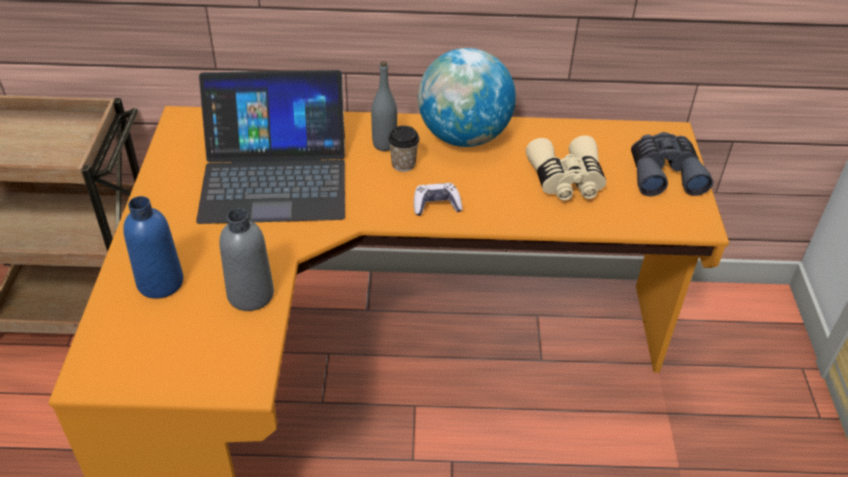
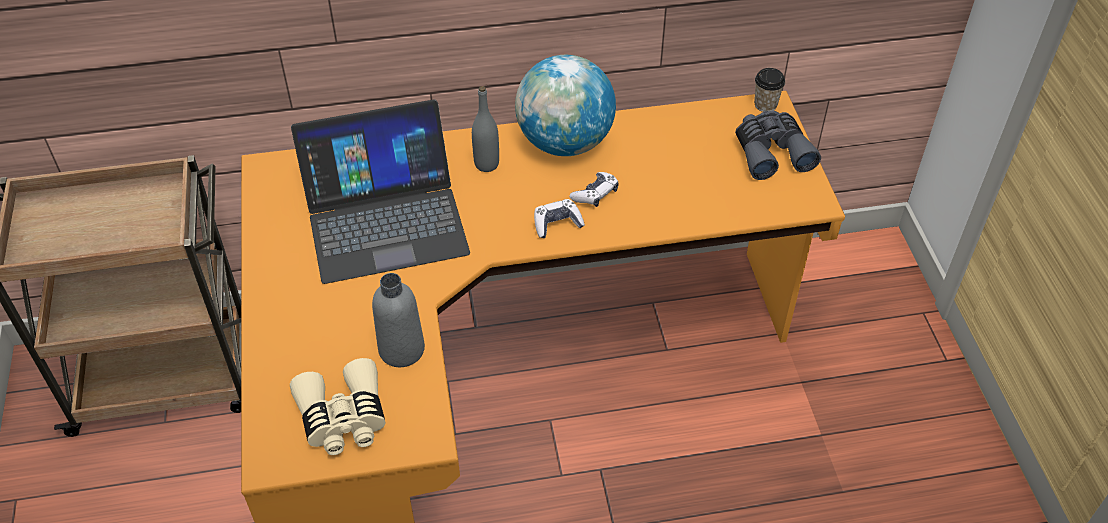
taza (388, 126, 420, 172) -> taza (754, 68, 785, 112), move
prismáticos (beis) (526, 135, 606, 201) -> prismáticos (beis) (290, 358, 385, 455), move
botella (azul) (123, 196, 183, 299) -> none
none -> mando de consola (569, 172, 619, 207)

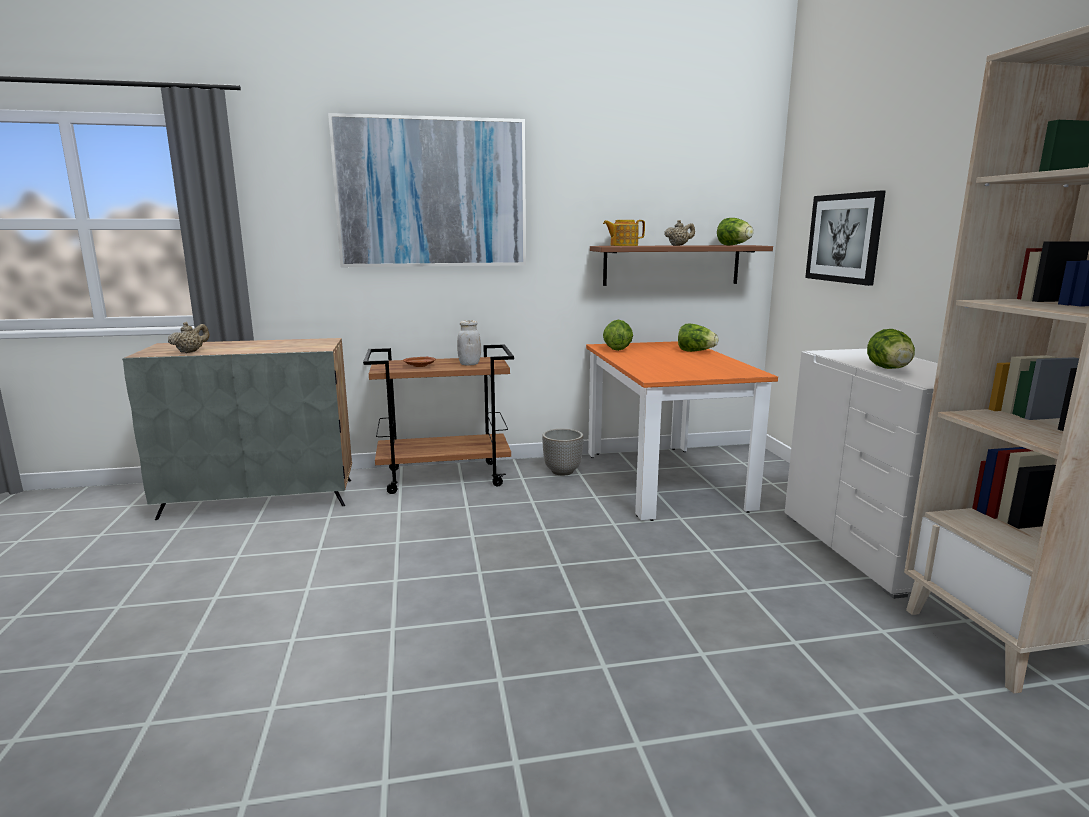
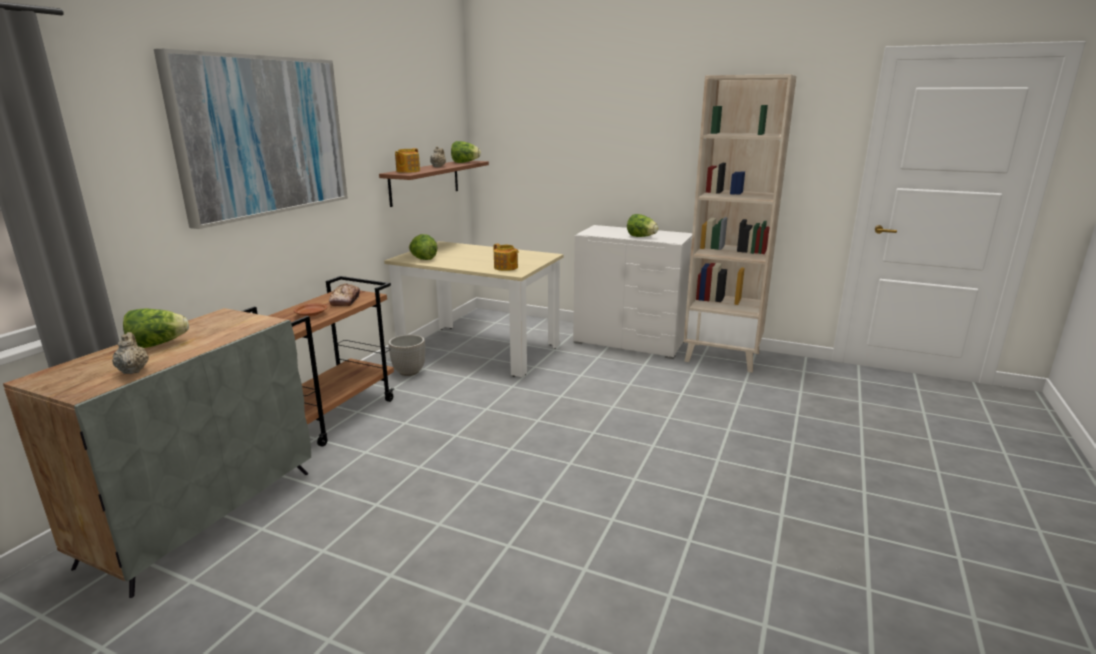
cuadro (805, 191, 886, 286) -> none
tarro (blanco) (457, 320, 481, 366) -> pan (329, 283, 360, 307)
lechuga (678, 324, 718, 352) -> lechuga (123, 309, 189, 348), move
mesa de comedor (naranja) (586, 341, 778, 521) -> mesa de comedor (beis) (384, 241, 563, 377)
none -> tetera (493, 244, 519, 271)

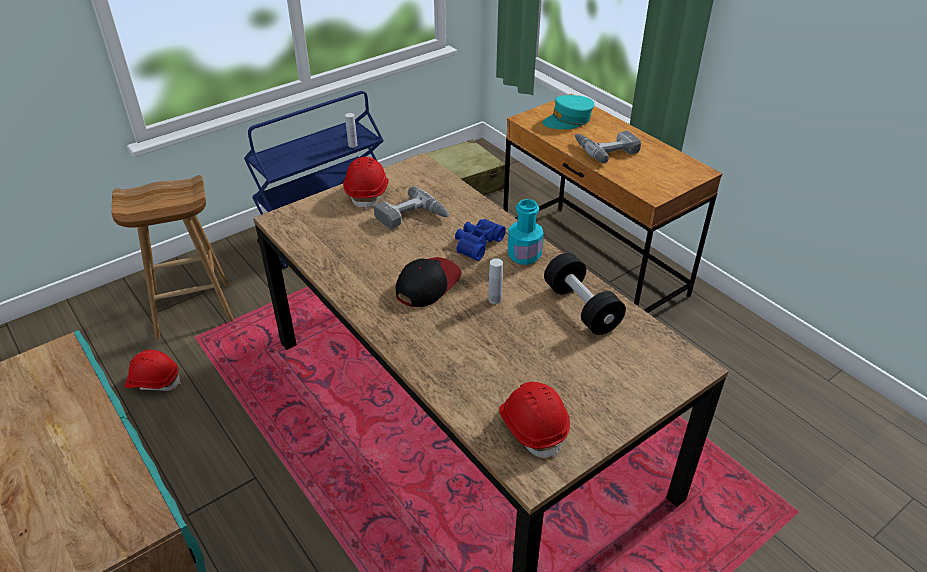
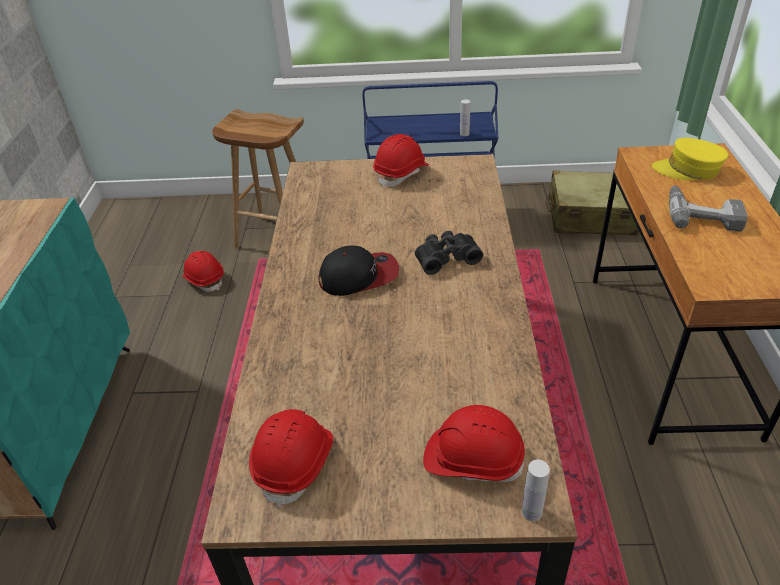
gorra (turquesa) (543, 95, 595, 129) -> gorra (amarillo) (652, 138, 728, 180)
taladro (374, 186, 449, 229) -> none
botella (turquesa) (508, 199, 544, 265) -> none
prismáticos (azul) (455, 219, 506, 261) -> prismáticos (negro) (415, 231, 483, 275)
mancuerna (negro) (544, 253, 626, 335) -> none
botella (blanco) (488, 258, 503, 304) -> botella (blanco) (522, 460, 550, 521), move
none -> casco (rojo) (423, 405, 525, 482)

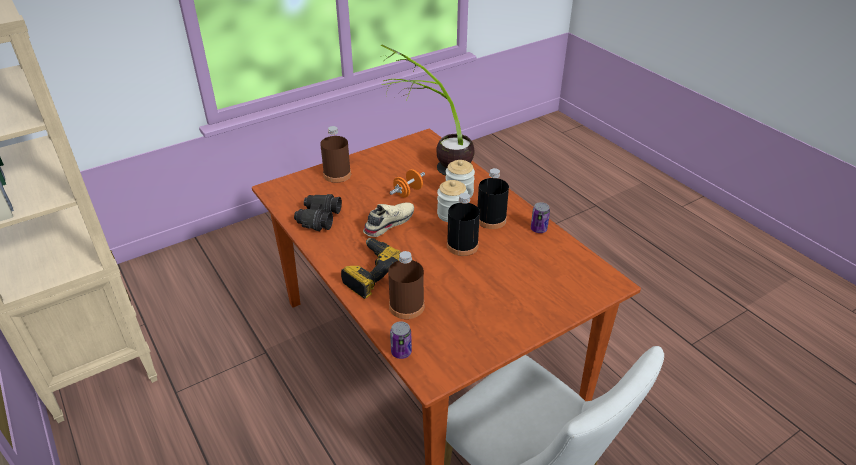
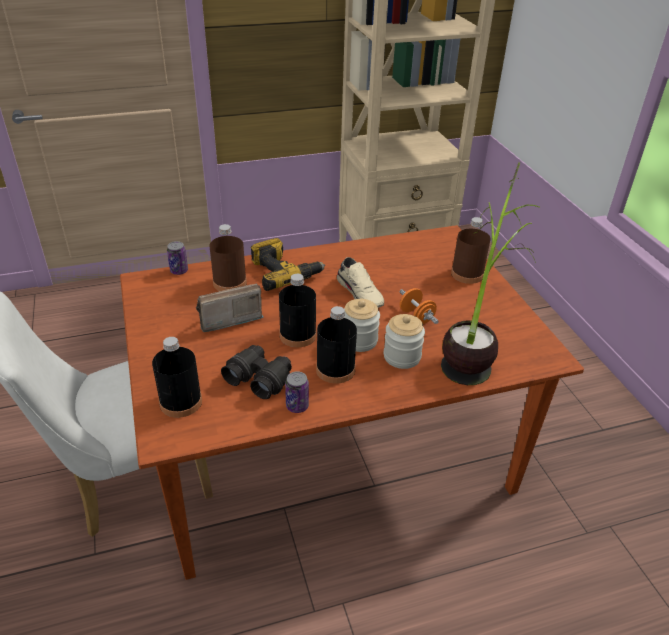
prismáticos (negro) (294, 194, 342, 231) -> prismáticos (negro) (221, 345, 292, 399), move
none -> radio (196, 284, 264, 332)
none -> botella (negro) (152, 337, 202, 418)

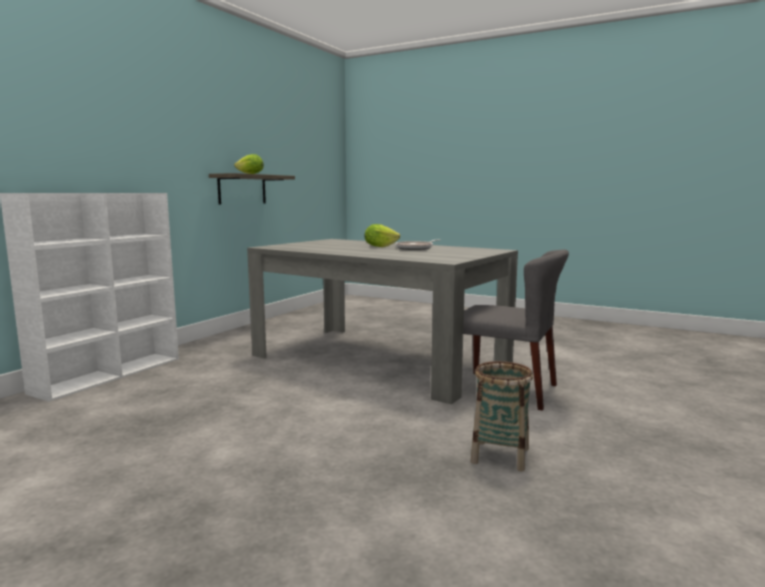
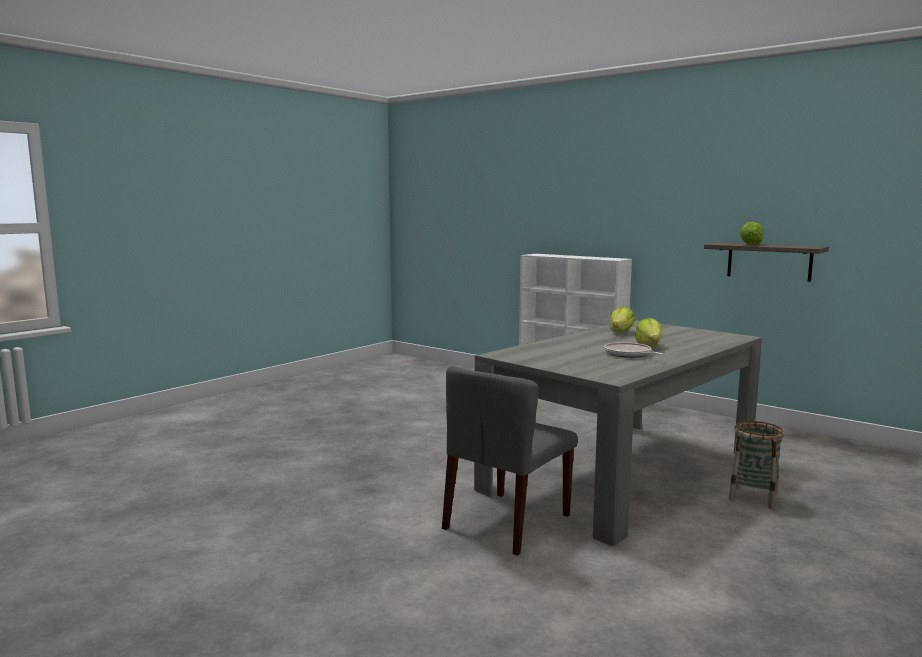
cesta (471, 361, 533, 471) -> cesta (729, 421, 784, 509), move
none -> lechuga (609, 307, 635, 333)

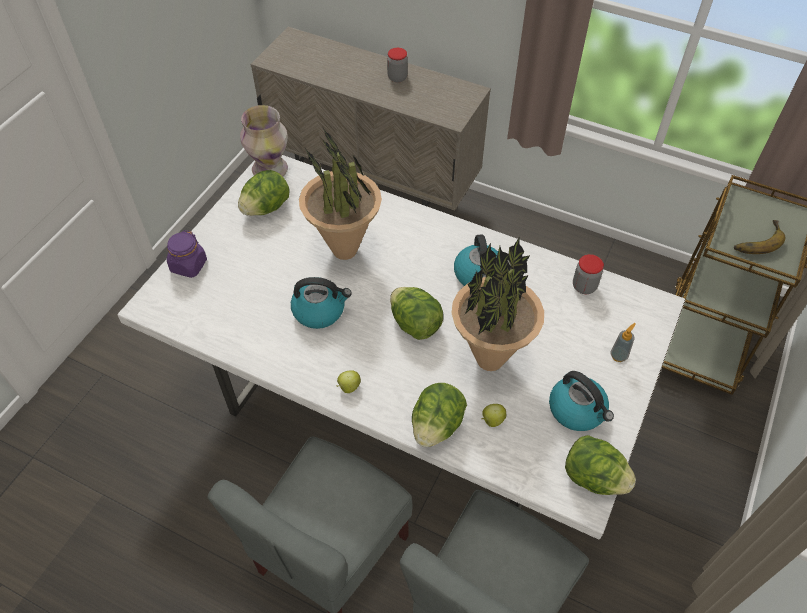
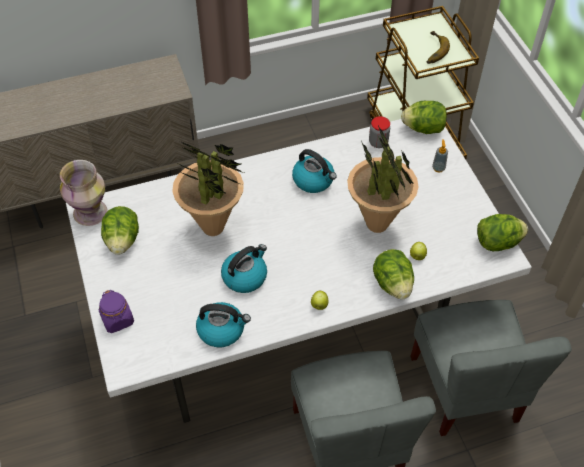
tarro (387, 48, 408, 82) -> none
lechuga (390, 287, 443, 340) -> lechuga (401, 101, 447, 134), move
hervidor (549, 371, 614, 431) -> hervidor (196, 302, 251, 348), move

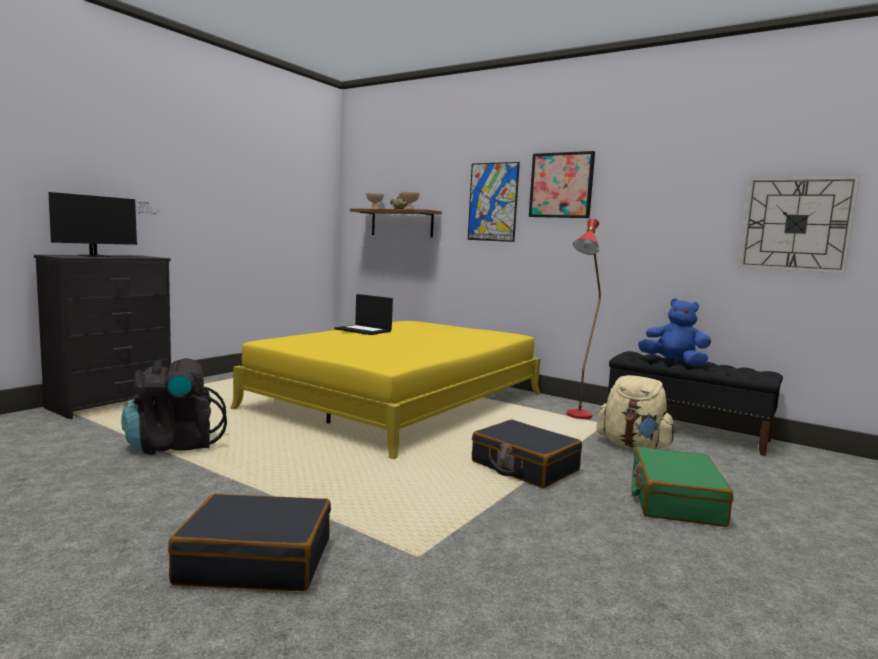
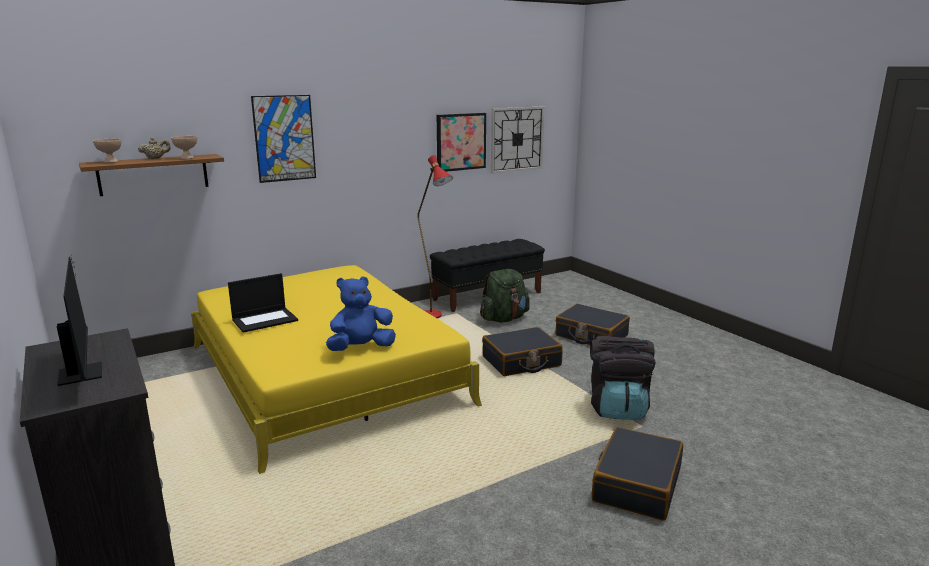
cuadro (529, 151, 595, 218) -> cuadro (437, 113, 486, 172), move
peluche (azul) (638, 298, 711, 366) -> peluche (azul) (326, 276, 396, 351), move
mochila (negro) (121, 358, 227, 455) -> mochila (negro) (590, 336, 656, 420), move
mochila (beis) (597, 375, 676, 449) -> mochila (verde) (480, 269, 530, 322)
maleta (verde) (631, 447, 733, 527) -> maleta (negro) (556, 304, 630, 345)

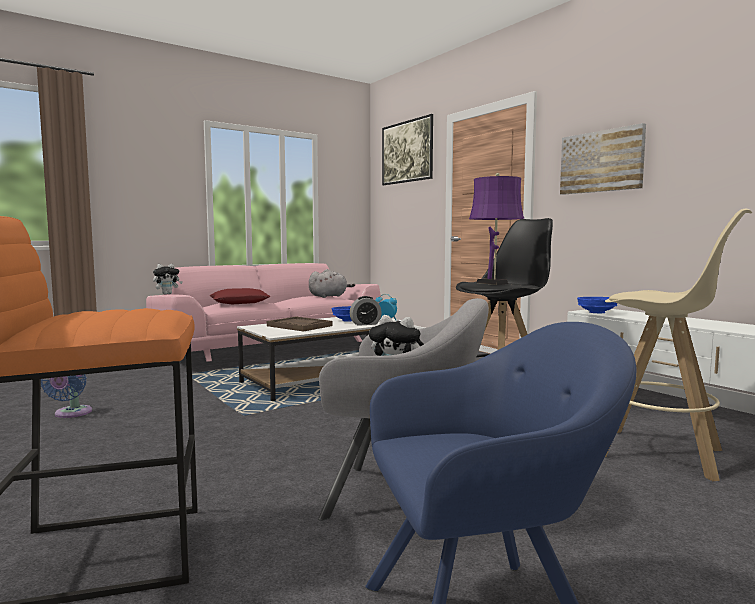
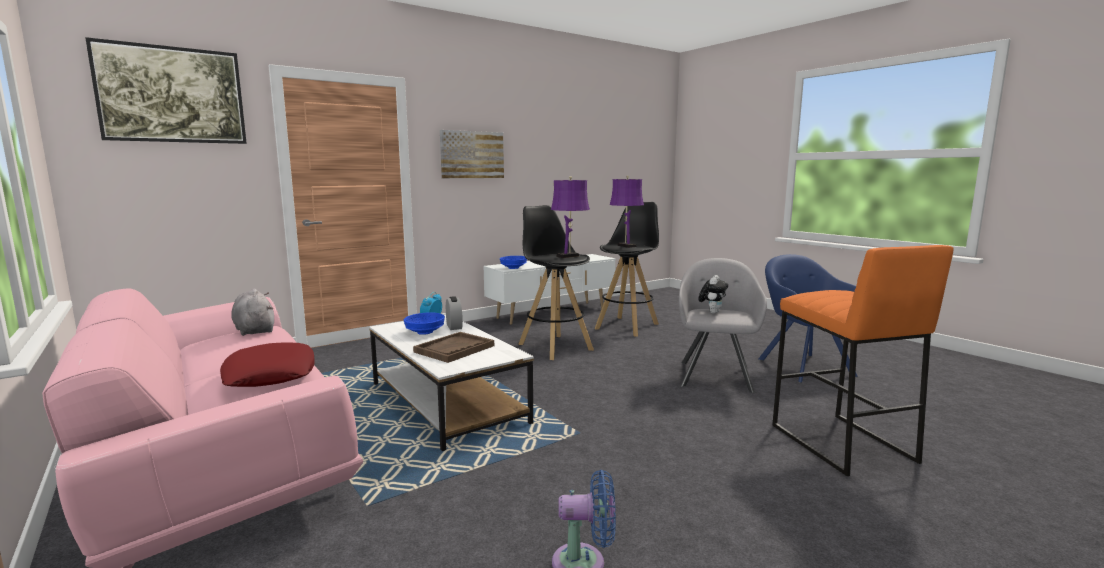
taburete (beis) (605, 209, 752, 481) -> taburete (negro) (594, 202, 659, 337)
peluche (153, 264, 183, 295) -> none
none -> lámpara de mesa (morado) (609, 176, 644, 248)

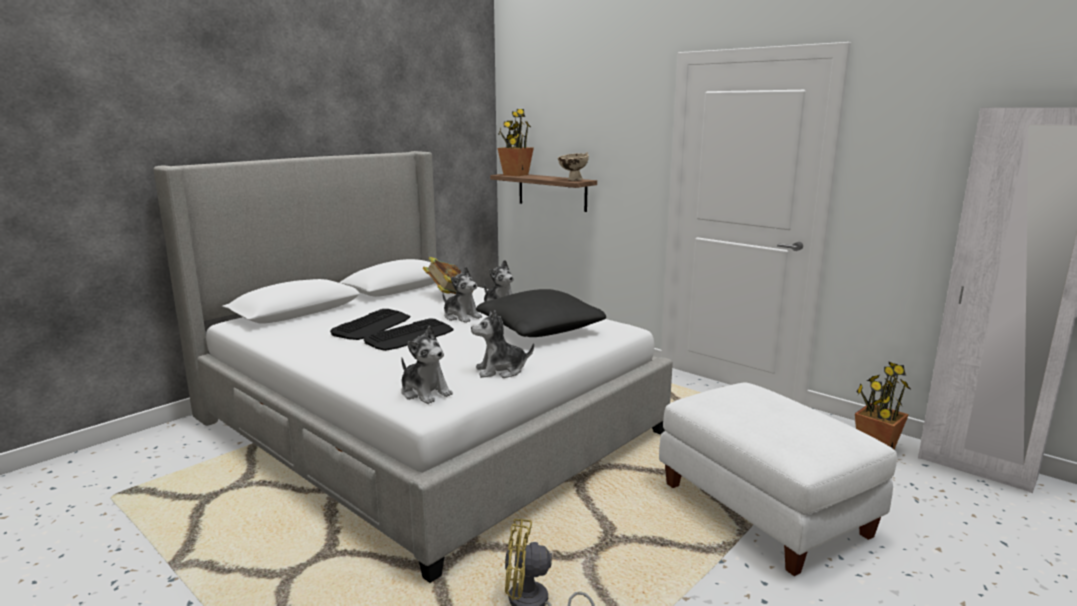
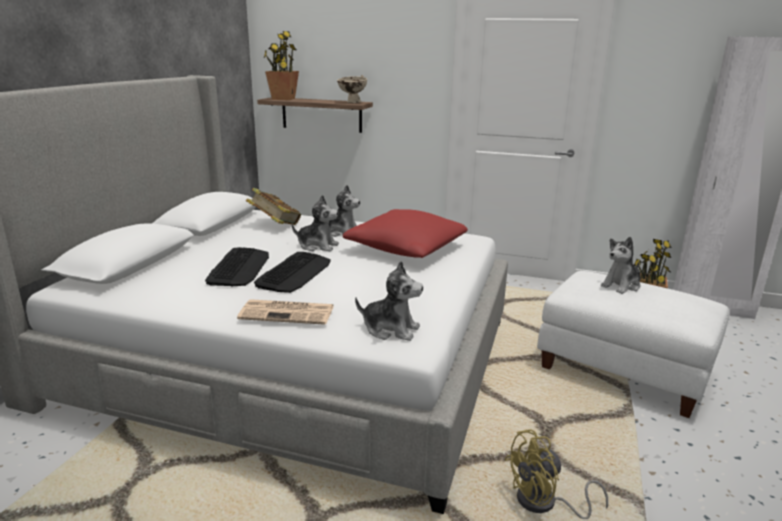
cojín (negro) (476, 289, 606, 337) -> cojín (rojo) (343, 209, 468, 258)
peluche (471, 310, 534, 378) -> peluche (601, 237, 640, 294), move
none -> periódico (237, 299, 334, 325)

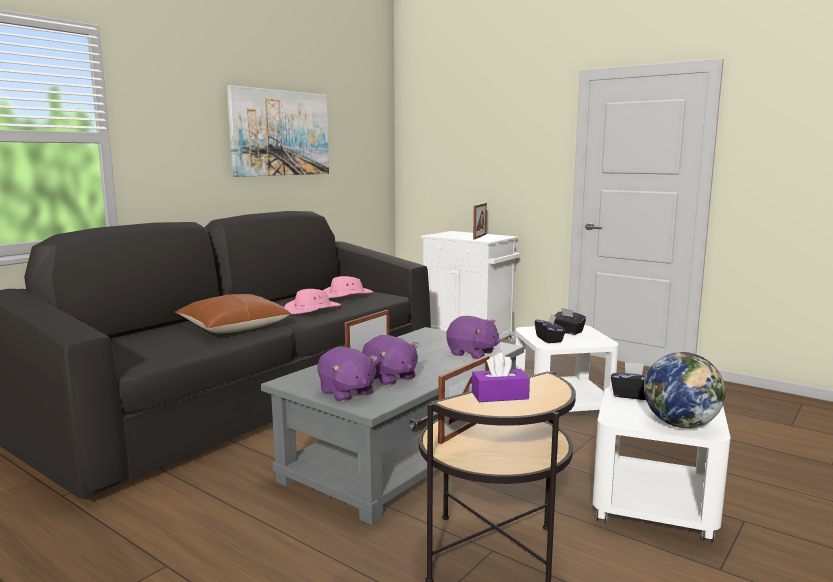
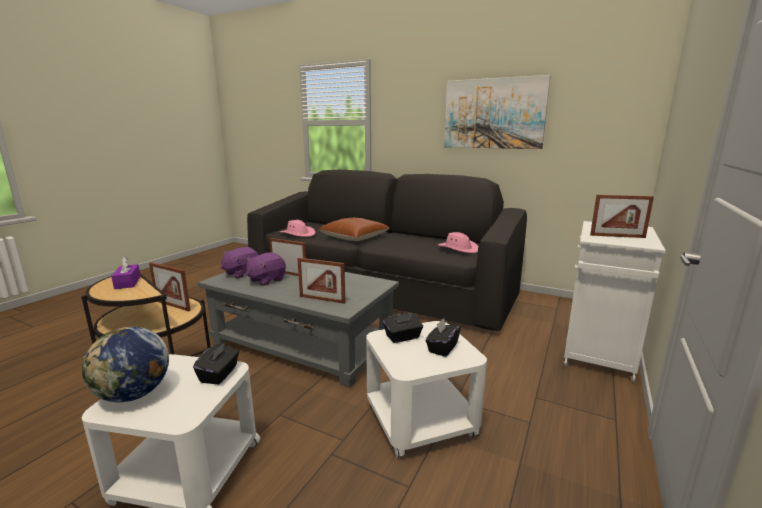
sombrero (rosa) (284, 289, 341, 314) -> sombrero (rosa) (280, 220, 315, 237), move
peluche (morado) (446, 316, 501, 359) -> portarretratos (297, 258, 345, 304)

